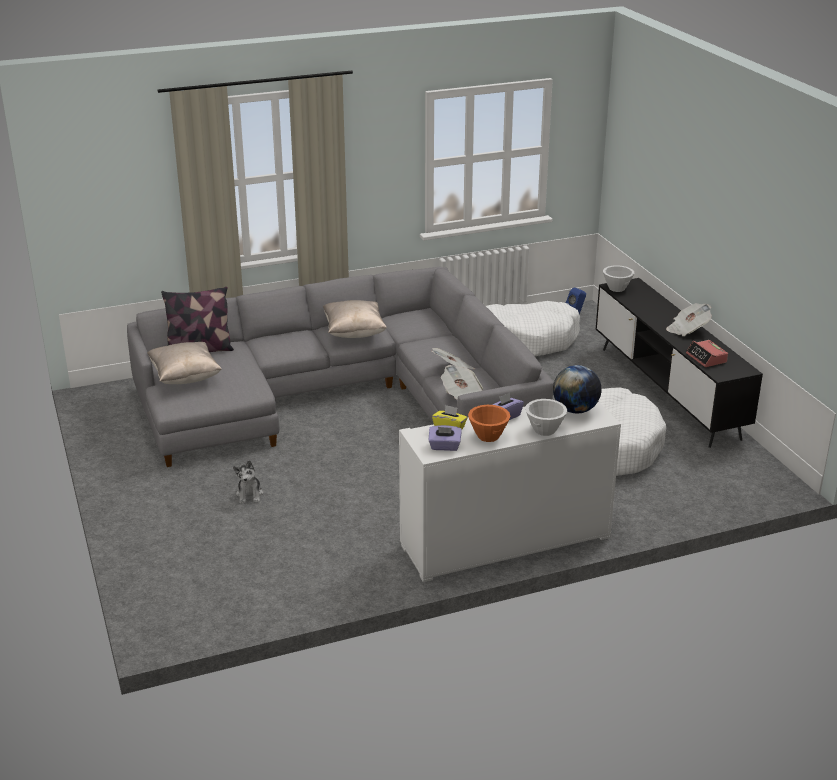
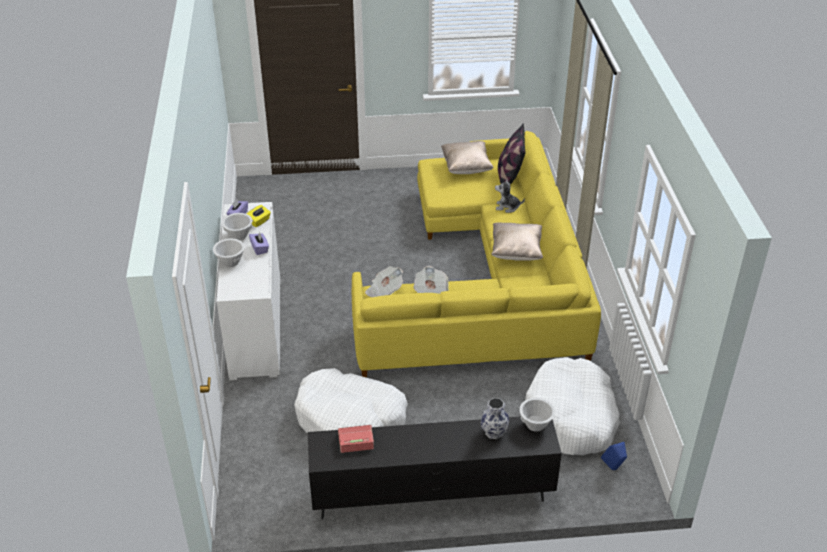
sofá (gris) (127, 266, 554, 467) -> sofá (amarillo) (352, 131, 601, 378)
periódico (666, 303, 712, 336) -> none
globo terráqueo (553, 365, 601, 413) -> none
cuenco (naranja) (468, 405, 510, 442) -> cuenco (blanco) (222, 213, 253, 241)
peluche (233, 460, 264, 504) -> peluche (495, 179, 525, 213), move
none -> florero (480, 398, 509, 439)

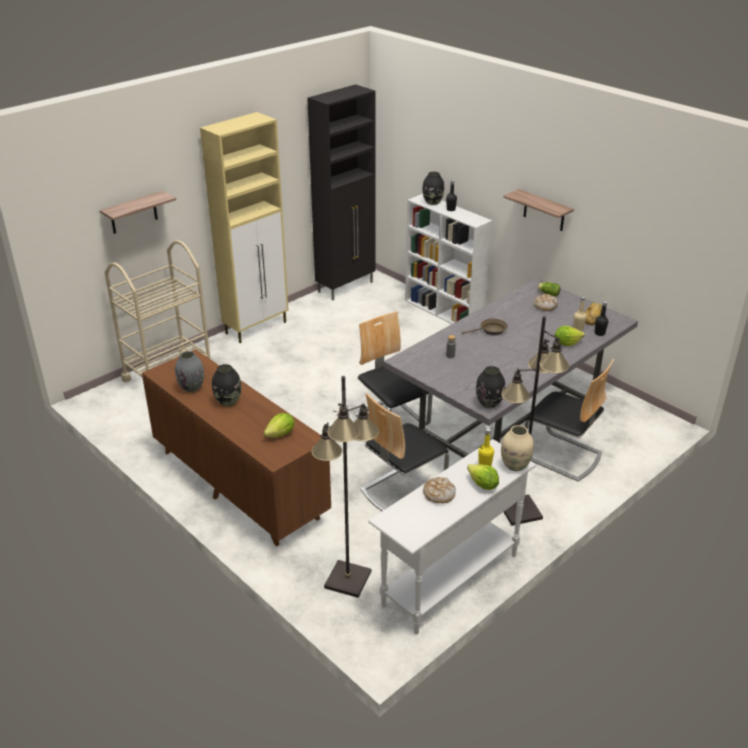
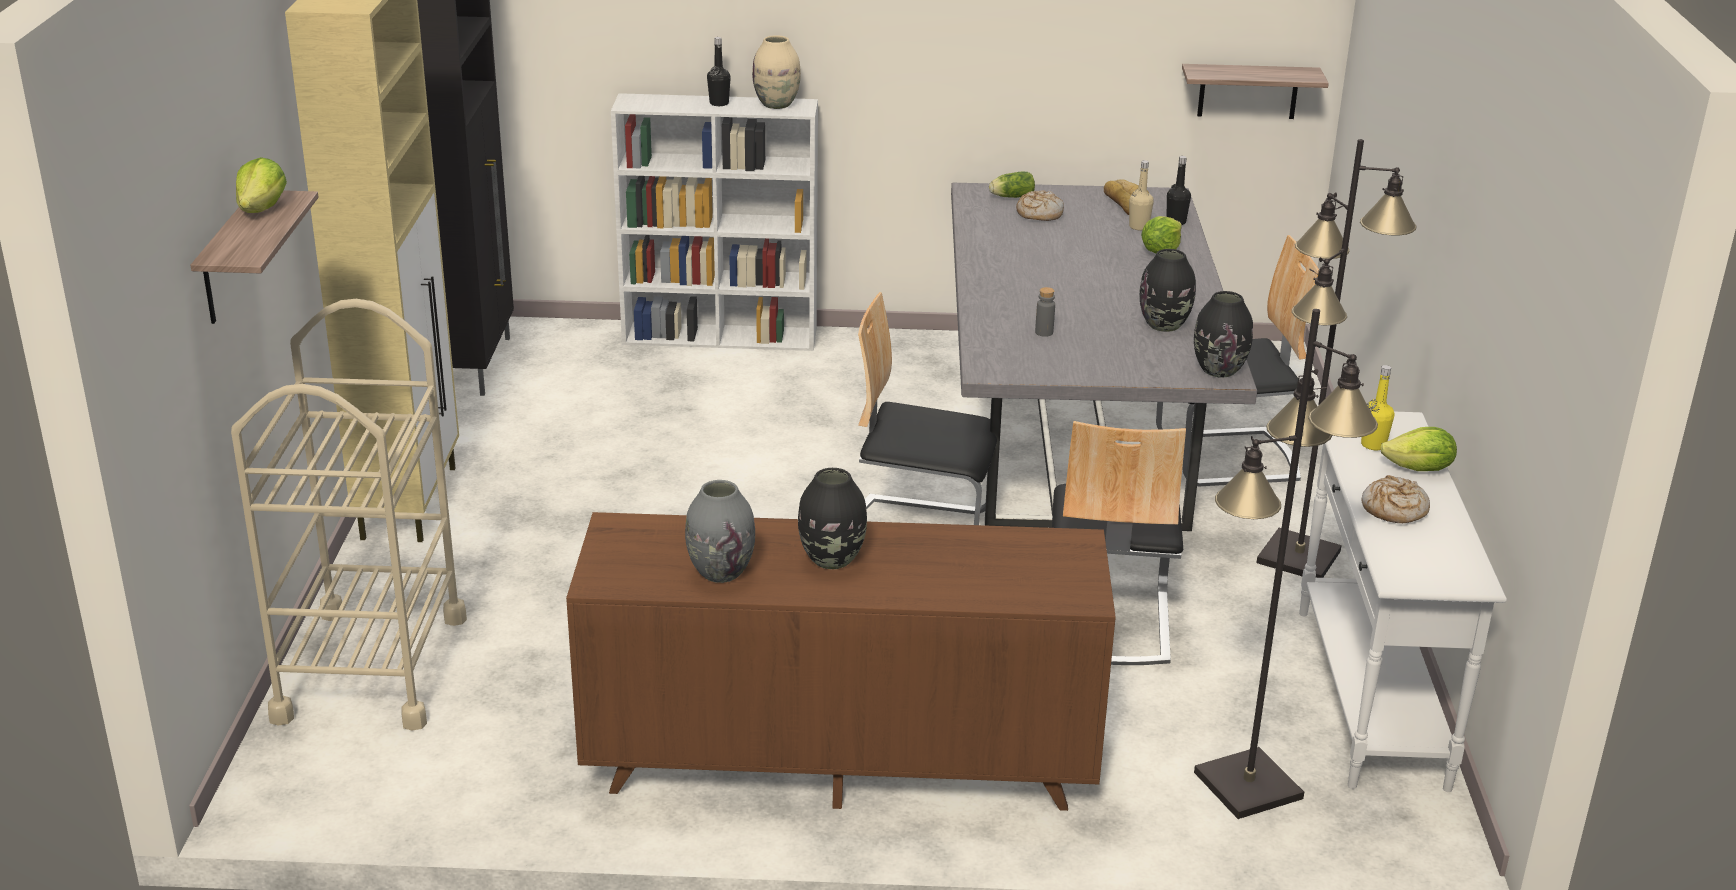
florero (negro) (422, 172, 444, 205) -> florero (negro) (1139, 249, 1196, 332), move
estante (503, 189, 574, 231) -> estante (1182, 64, 1329, 119), move
sartén (marrón) (461, 318, 508, 335) -> none
lechuga (263, 413, 295, 438) -> lechuga (236, 157, 287, 213), move
florero (beis) (501, 425, 534, 471) -> florero (beis) (752, 35, 801, 109), move

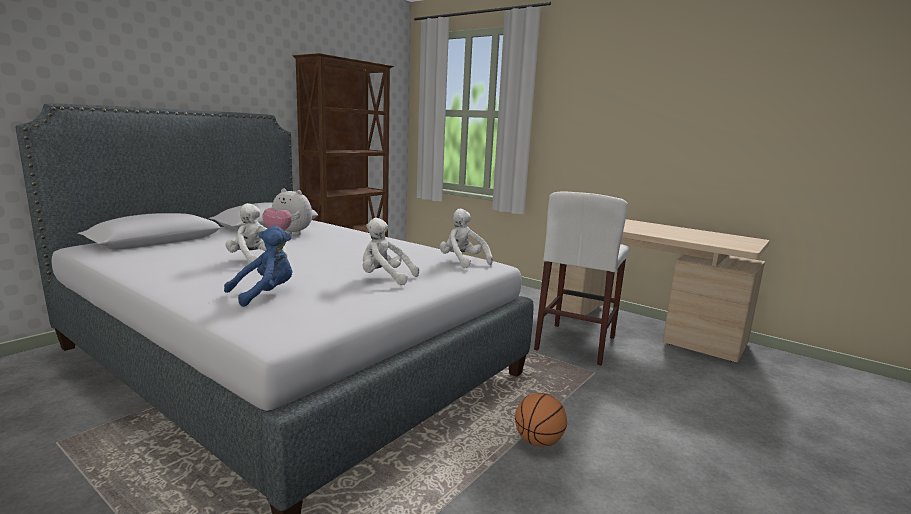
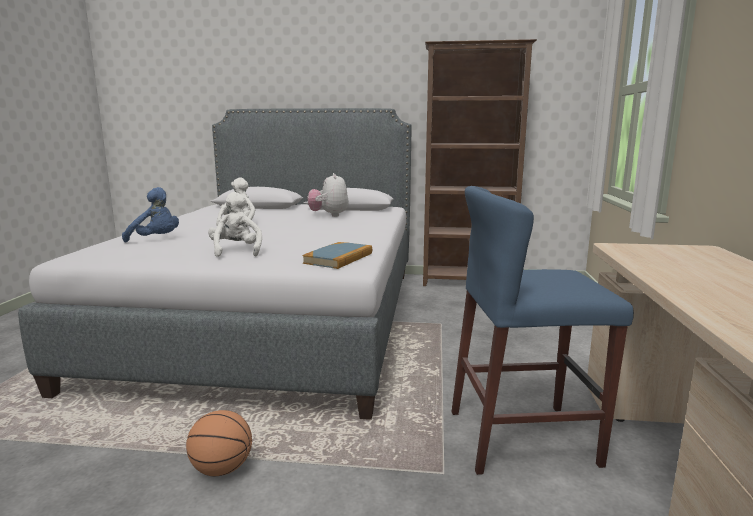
taburete (blanco) (534, 192, 629, 365) -> taburete (azul) (451, 186, 634, 475)
peluche (blanco) (440, 209, 493, 268) -> libro (302, 242, 372, 269)

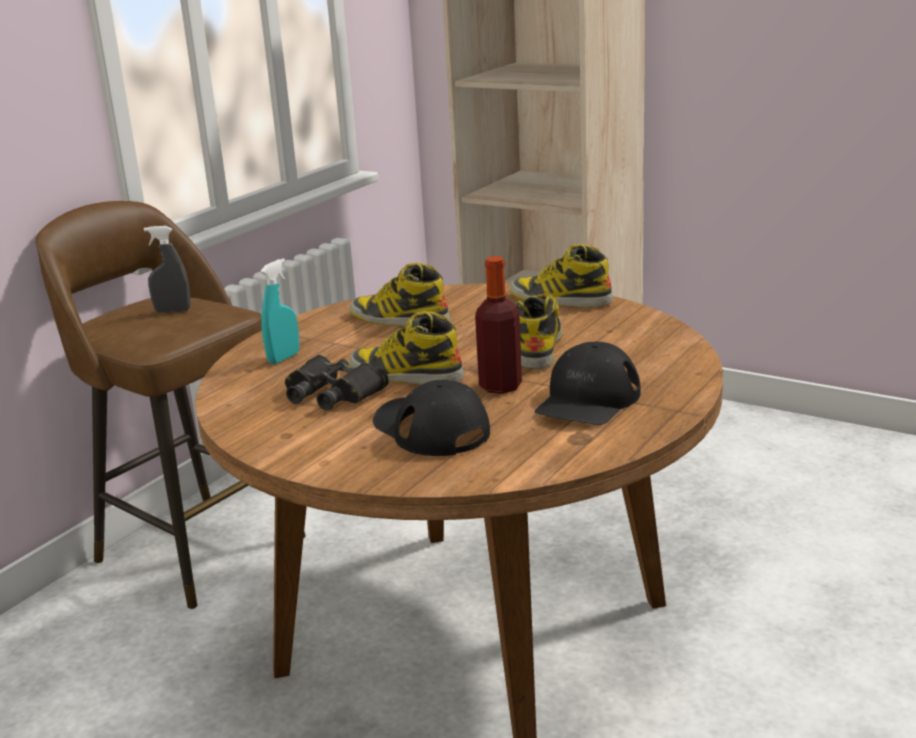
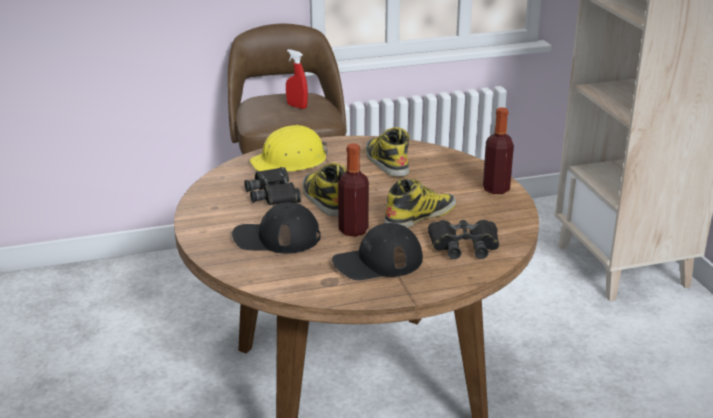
pulverizador (gris) (144, 226, 190, 313) -> pulverizador (rojo) (286, 49, 308, 109)
bota (510, 244, 613, 307) -> botella (483, 108, 514, 194)
pulverizador (turquesa) (260, 259, 299, 364) -> casco (amarillo) (250, 125, 328, 172)
gorra (negro) (373, 379, 490, 456) -> gorra (negro) (232, 202, 321, 253), 90 degrees counterclockwise
none -> prismáticos (negro) (428, 219, 499, 259)

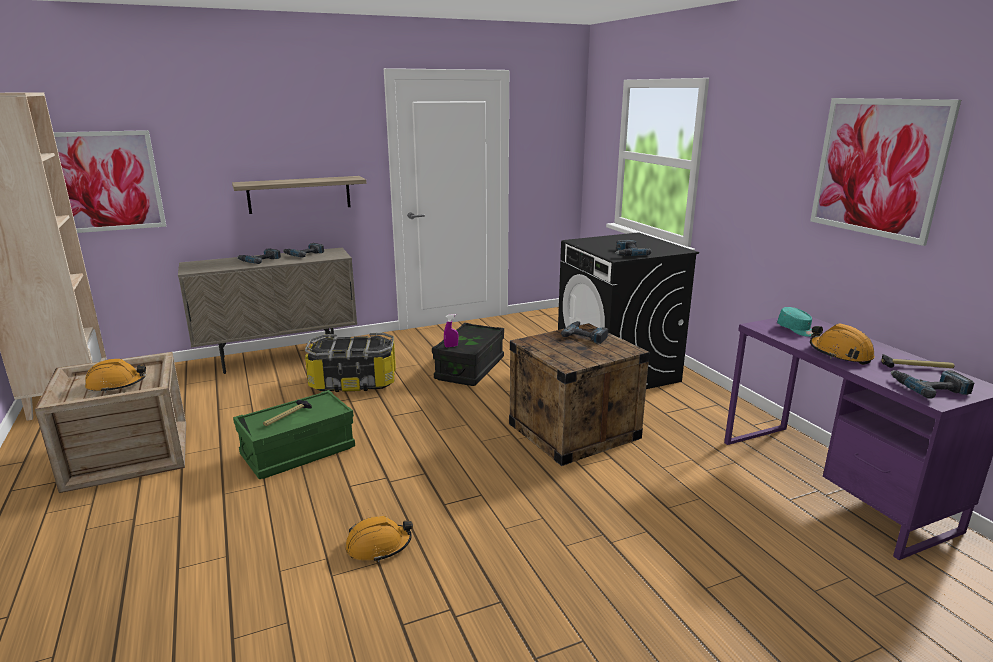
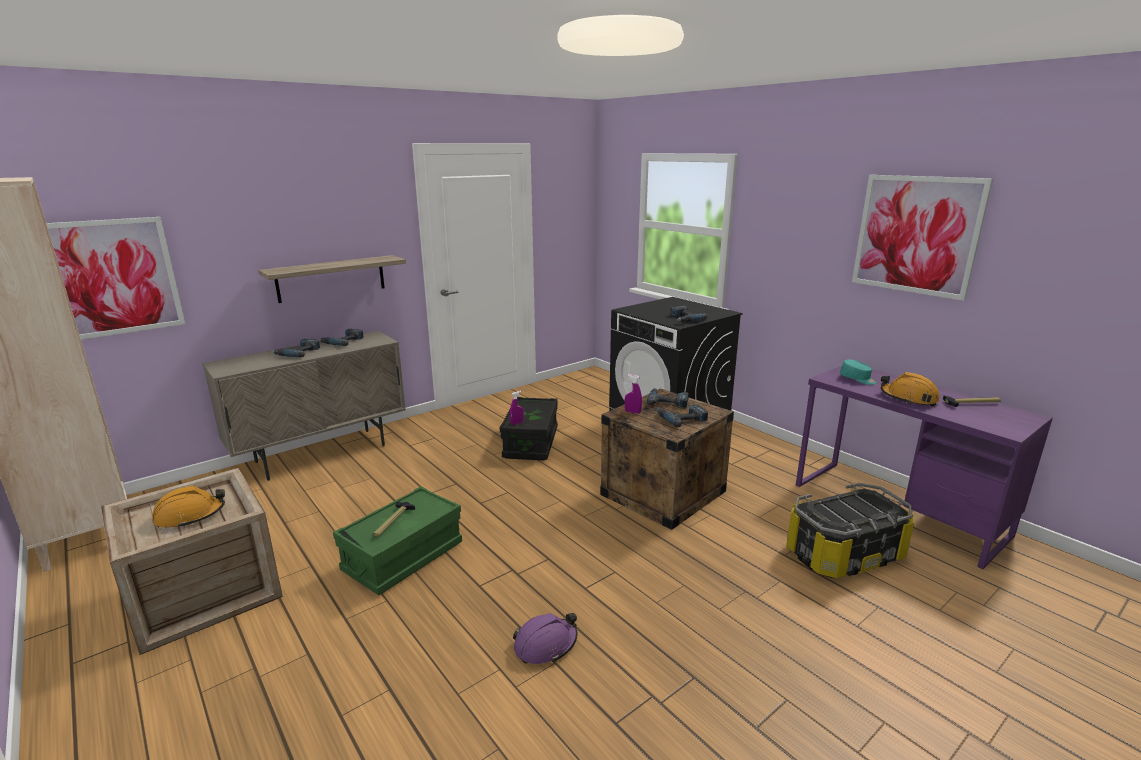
caja de almacenaje (305, 333, 396, 392) -> caja de almacenaje (786, 483, 914, 578), move
taladro (891, 370, 975, 399) -> taladro (657, 404, 708, 427), move
casco (naranja) (345, 516, 413, 562) -> casco (morado) (513, 613, 578, 664)
none -> pulverizador (morado) (625, 375, 642, 414)

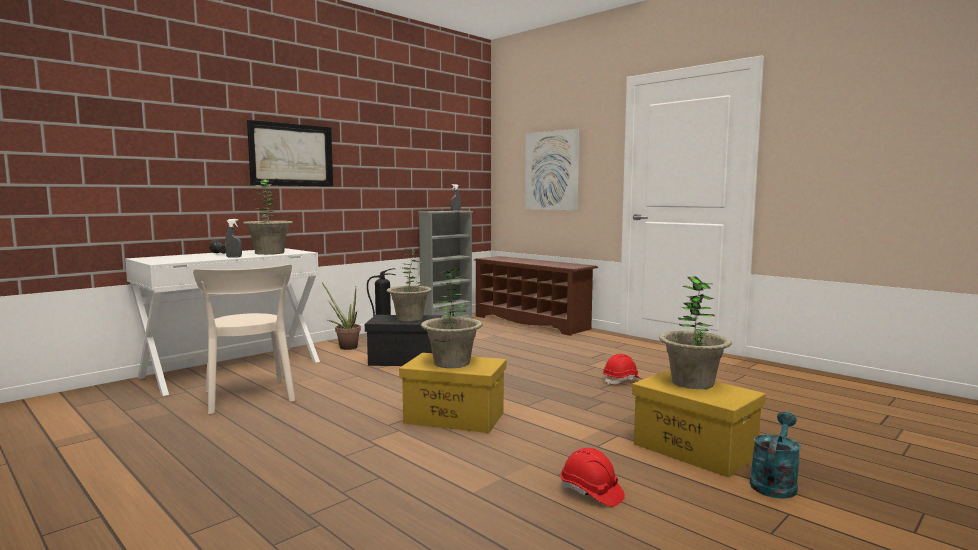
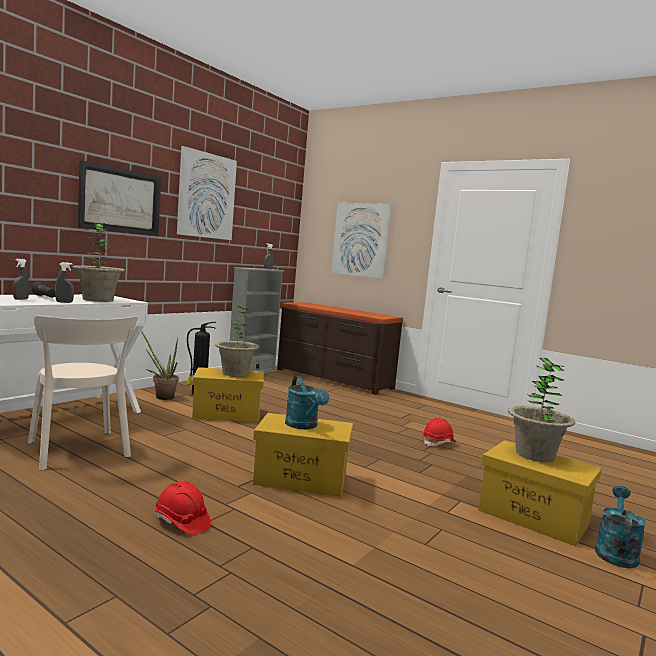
zapatero (marrón) (474, 256, 598, 336) -> cómoda (marrón) (277, 302, 403, 395)
planta en maceta (421, 269, 482, 368) -> regadera (turquesa) (285, 376, 329, 429)
caja de almacenaje (negro) (365, 315, 441, 366) -> caja de almacenaje (amarillo) (192, 367, 264, 422)
casco (rojo) (561, 448, 625, 507) -> casco (rojo) (155, 481, 211, 535), move
none -> cuadro (177, 146, 237, 240)
none -> pulverizador (gris) (13, 259, 29, 300)

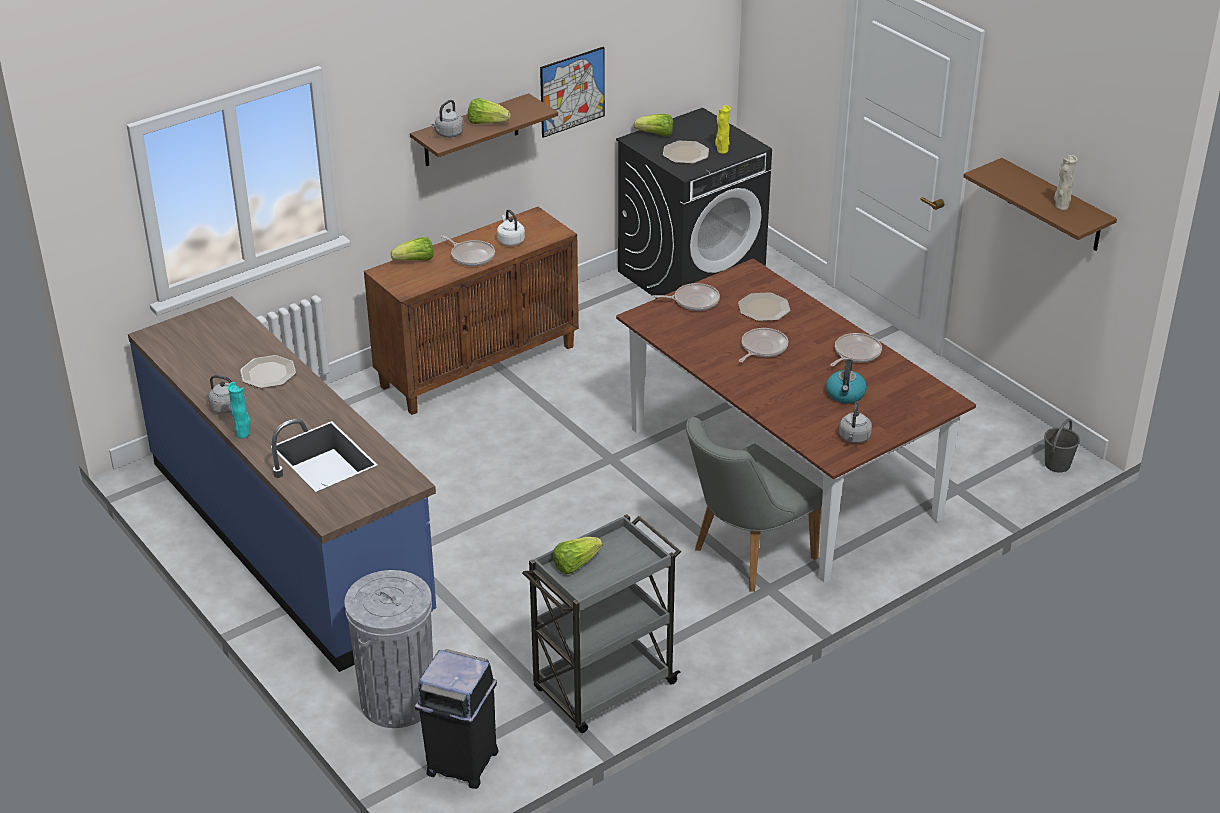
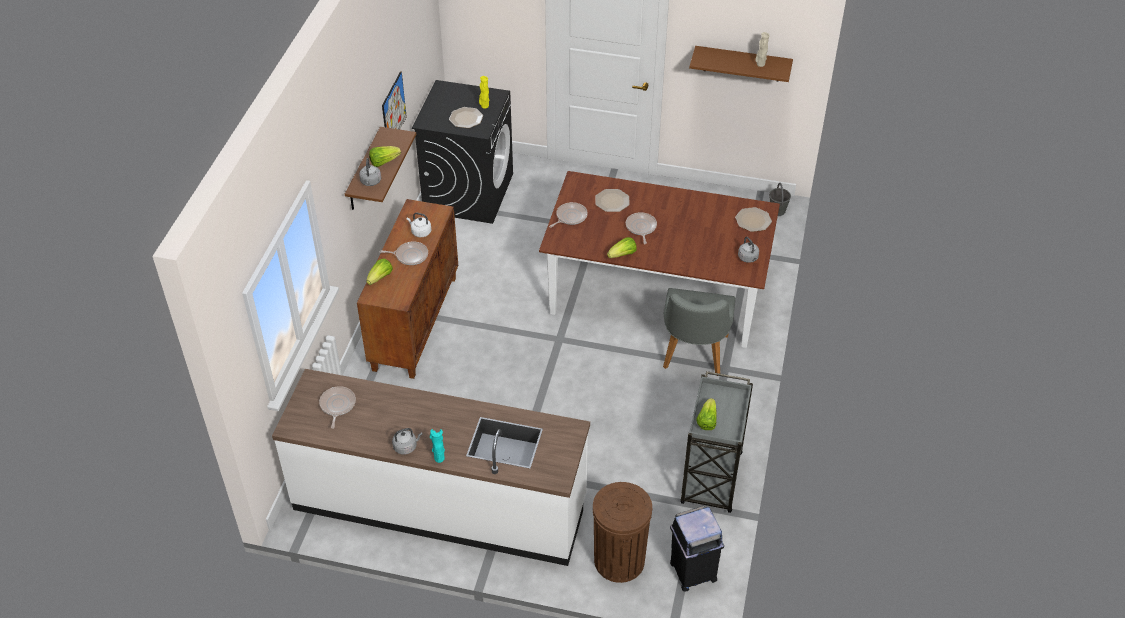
lechuga (634, 114, 674, 136) -> lechuga (607, 237, 637, 258), move
mueble bajo de cocina (azul) (128, 296, 436, 672) -> mueble bajo de cocina (blanco) (272, 369, 590, 566)
sartén (830, 333, 882, 366) -> sartén (319, 386, 356, 429), move
plato (240, 355, 296, 388) -> plato (735, 207, 772, 232), move
hervidor (826, 359, 867, 404) -> none
papelera (gris) (344, 570, 433, 728) -> papelera (marrón) (593, 482, 652, 583)

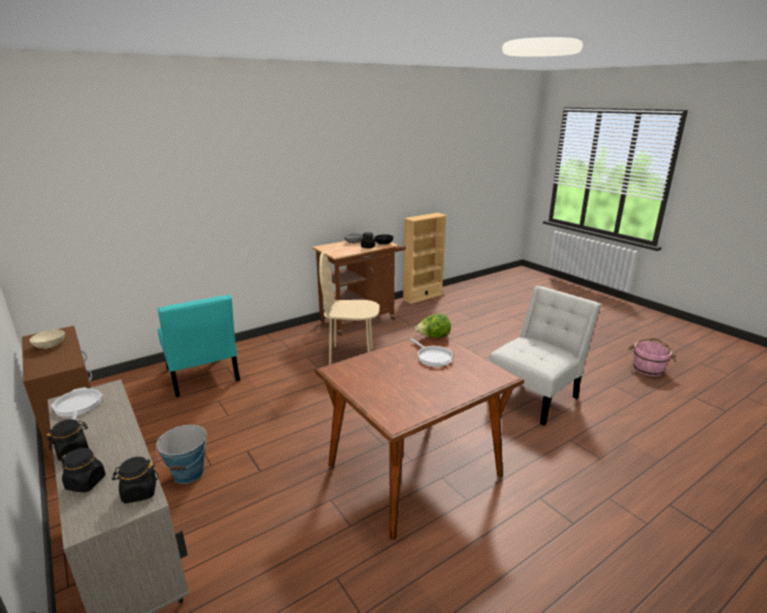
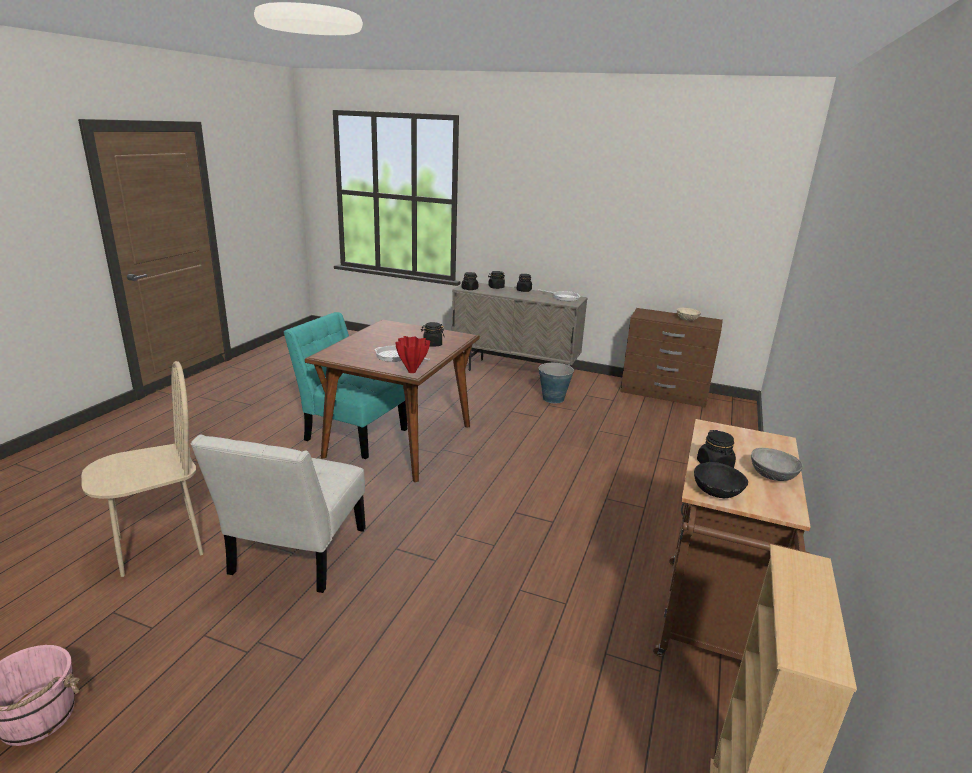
silla (beis) (319, 252, 380, 365) -> silla (beis) (81, 361, 203, 577), move
silla (turquesa) (157, 295, 240, 397) -> silla (turquesa) (284, 312, 407, 459), move
lechuga (415, 314, 451, 338) -> florero (rojo) (395, 336, 430, 373)
none -> tarro (negro) (421, 322, 444, 346)

